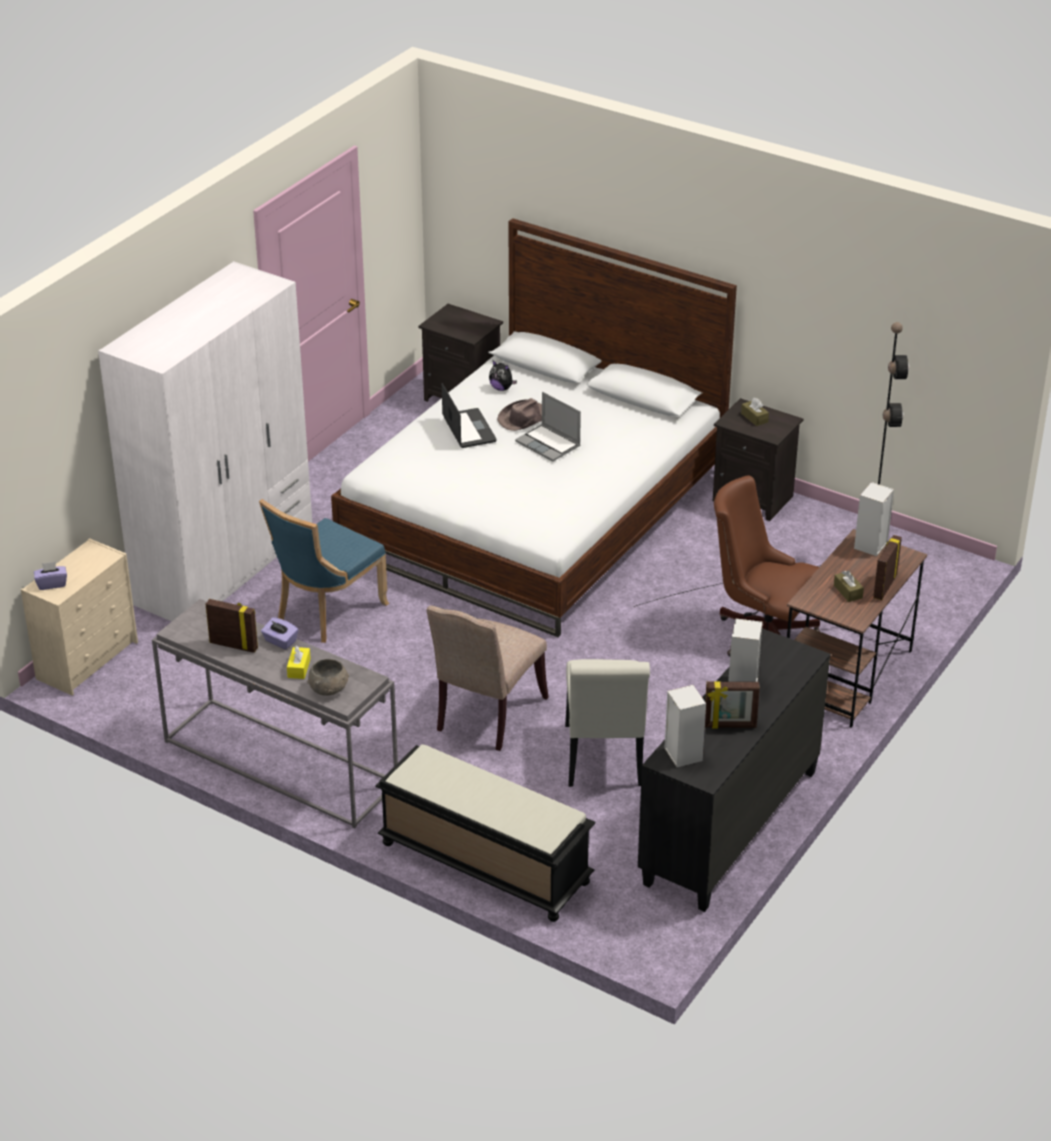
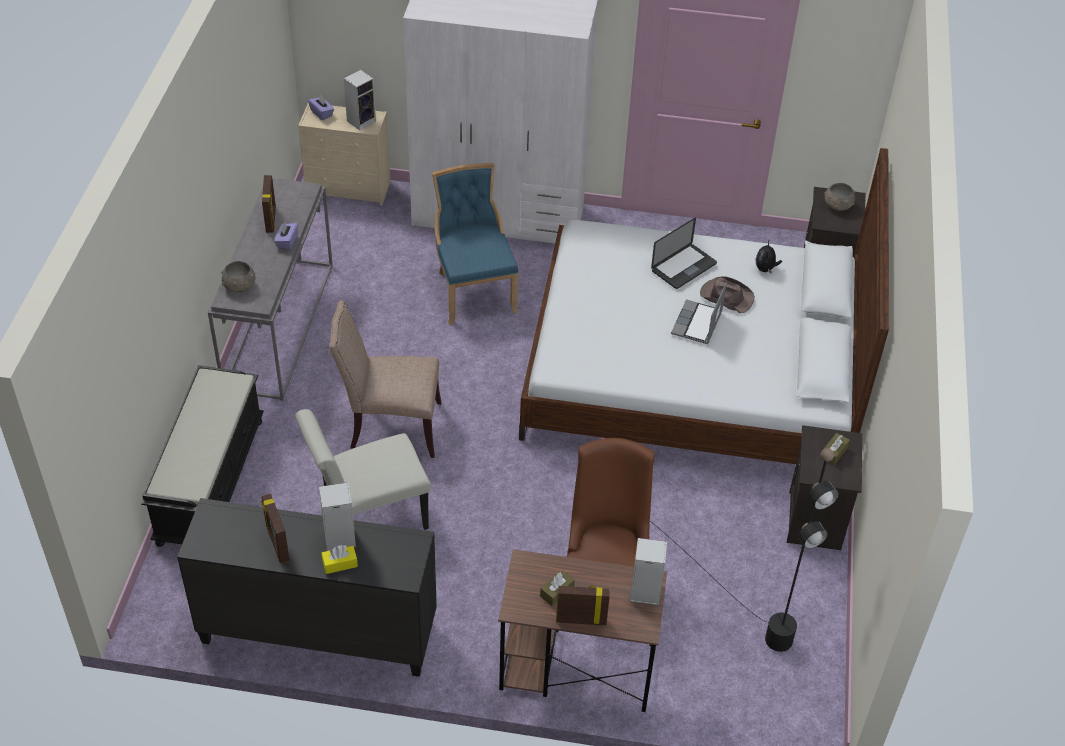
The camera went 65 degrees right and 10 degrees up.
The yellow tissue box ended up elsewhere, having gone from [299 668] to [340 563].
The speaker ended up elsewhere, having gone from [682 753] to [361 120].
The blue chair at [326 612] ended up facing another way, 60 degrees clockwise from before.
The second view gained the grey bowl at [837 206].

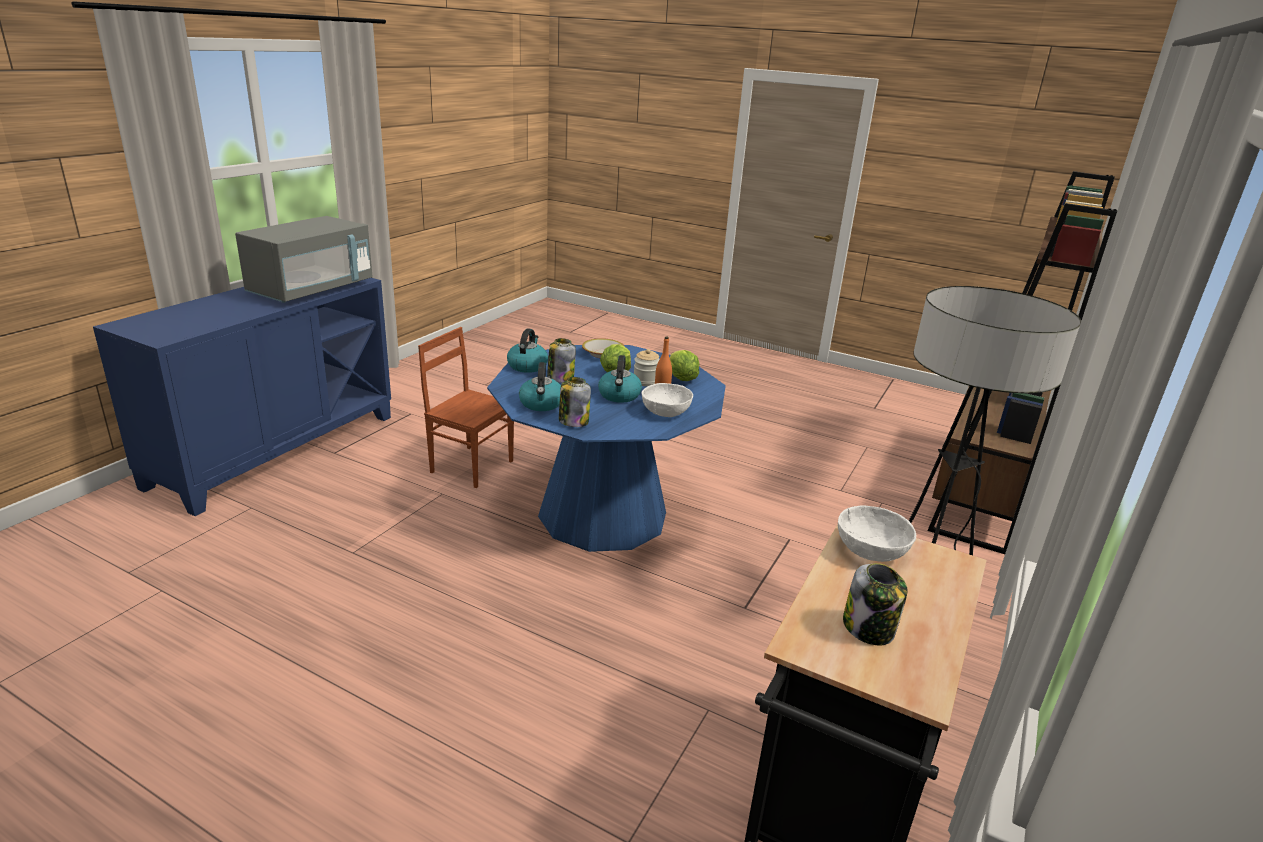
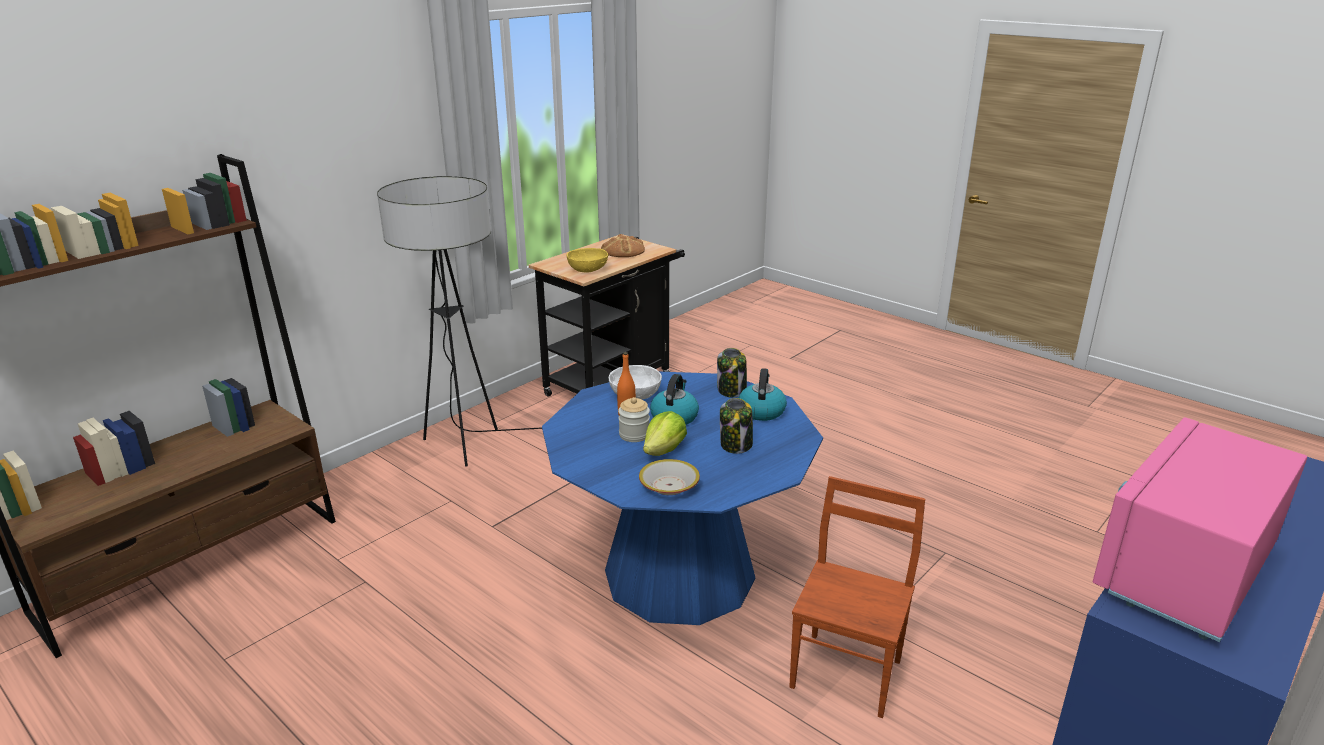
The camera went 165 degrees left and 0 degrees up.
What was the white bowl at [870 550] turned into the yellow bowl at [588 270].
Where the jar stood at [869 628], the bread came to stand at [623 251].
The brown chair at [471 466] ended up facing another way, 105 degrees counterclockwise from before.
What was the grey microwave at [312 289] turned into the pink microwave at [1182 571].
The second view lost the kettle at [527 366].
The second view lost the lettuce at [681 378].

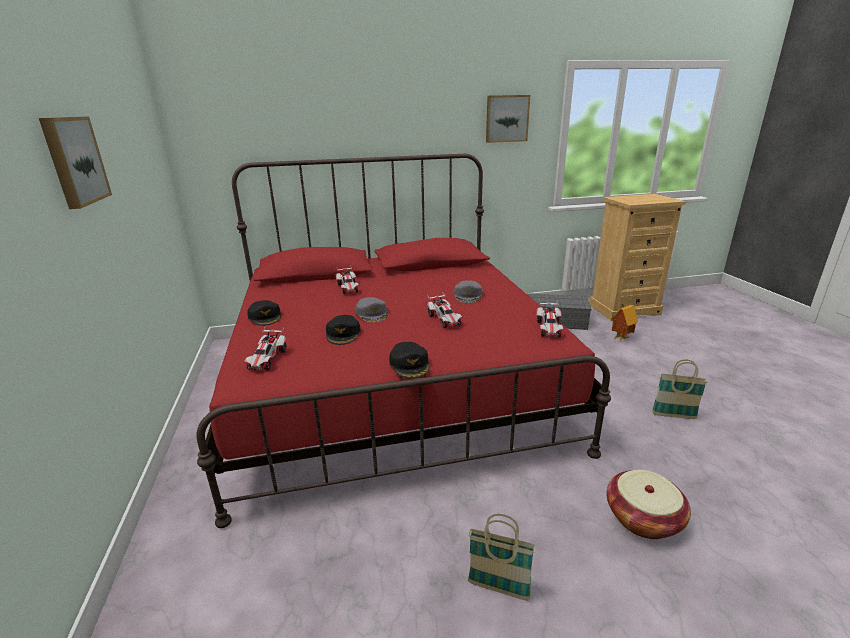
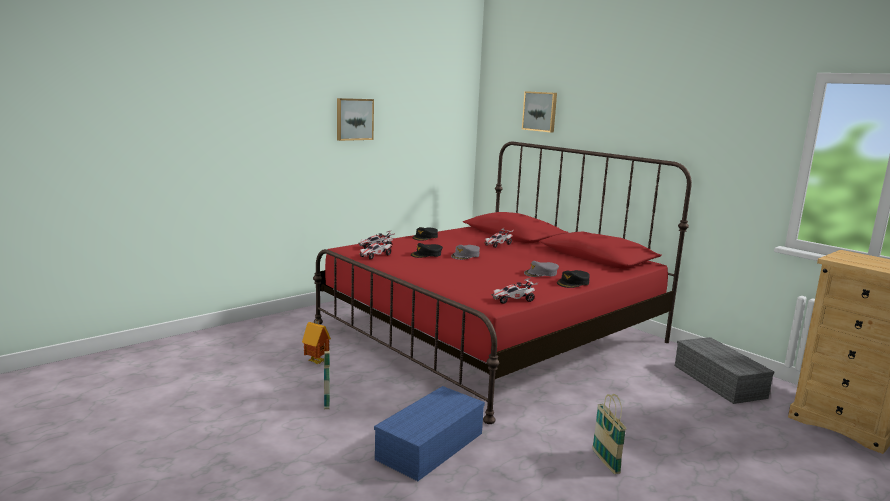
The camera went 60 degrees right and 10 degrees down.
The toy house ended up elsewhere, having gone from [620 337] to [317 361].
The toy car ended up elsewhere, having gone from [444 320] to [375 256].
Where the basket stood at [643 518], the blue storage box came to stand at [430 447].
The picture ended up elsewhere, having gone from [506 118] to [540 111].
The black cap ended up elsewhere, having gone from [410 364] to [573 283].

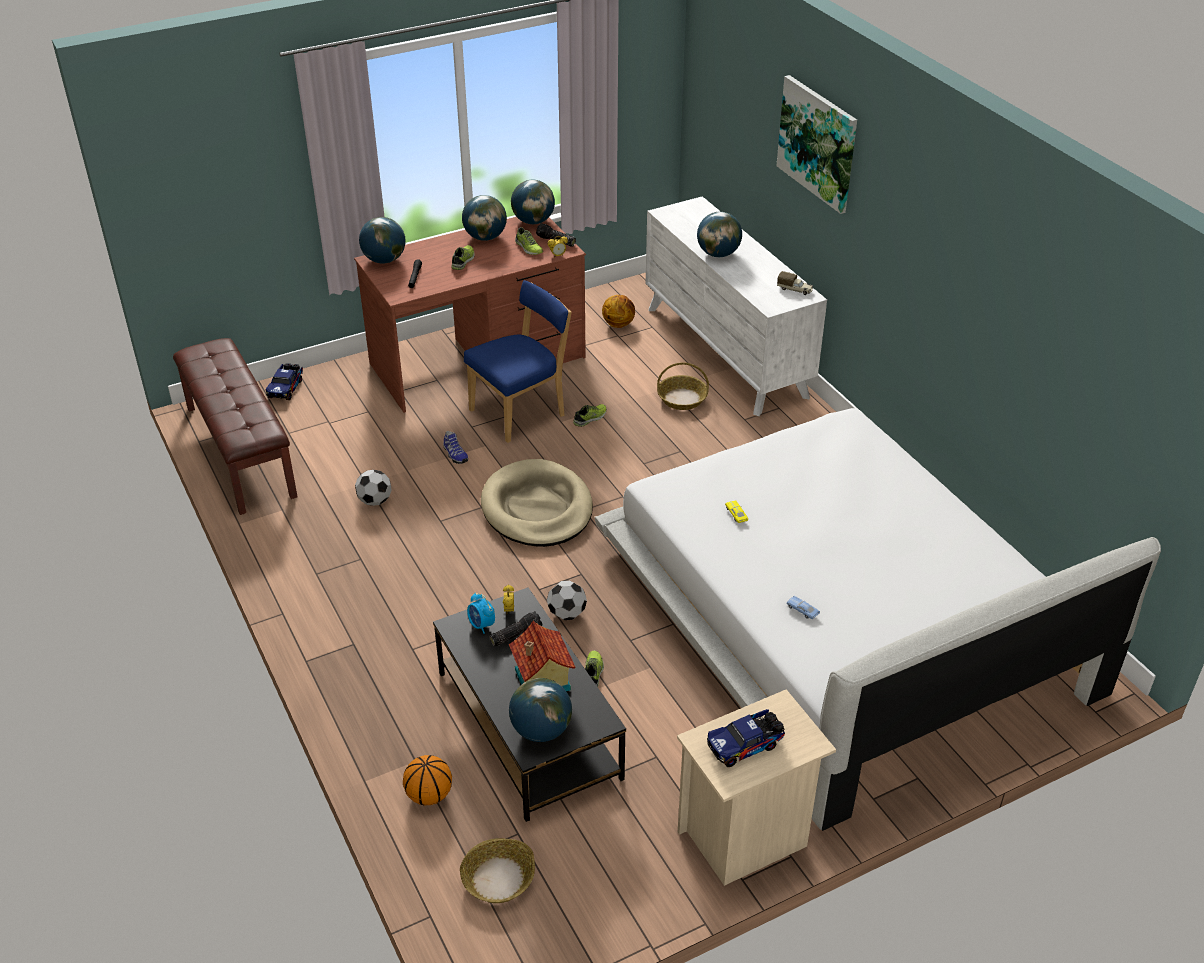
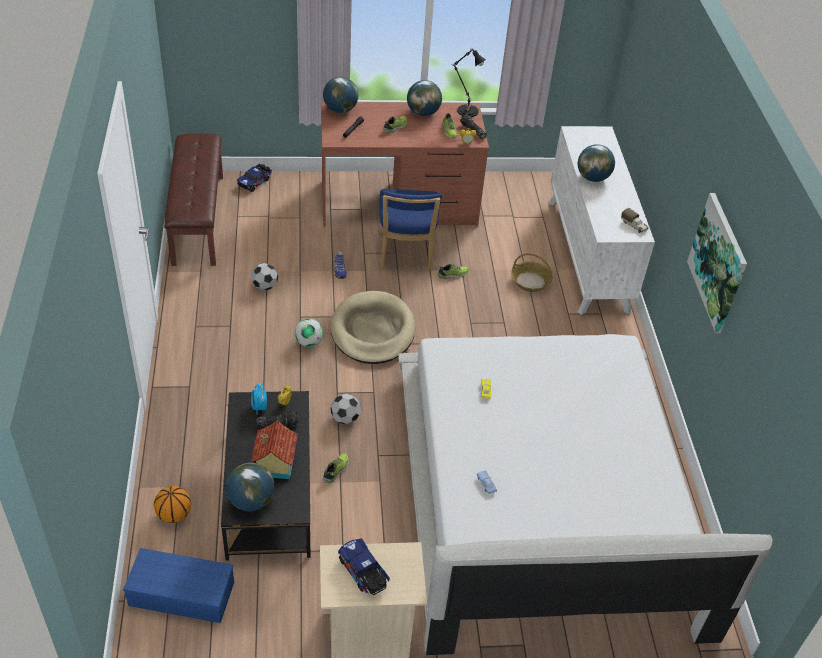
The camera went 20 degrees right and 5 degrees up.
Where the basket stood at [498 878], the blue storage box came to stand at [183 593].
The second view gained the football at [309 342].
The toy truck at [746 745] ended up facing another way, 60 degrees clockwise from before.
The blue chair at [521 412] ended up facing another way, 105 degrees clockwise from before.
Where the globe stood at [533 221], the black table lamp came to stand at [466 110].
The picture ended up elsewhere, having gone from [818 143] to [718 262].
The second view lost the basketball at [618 324].

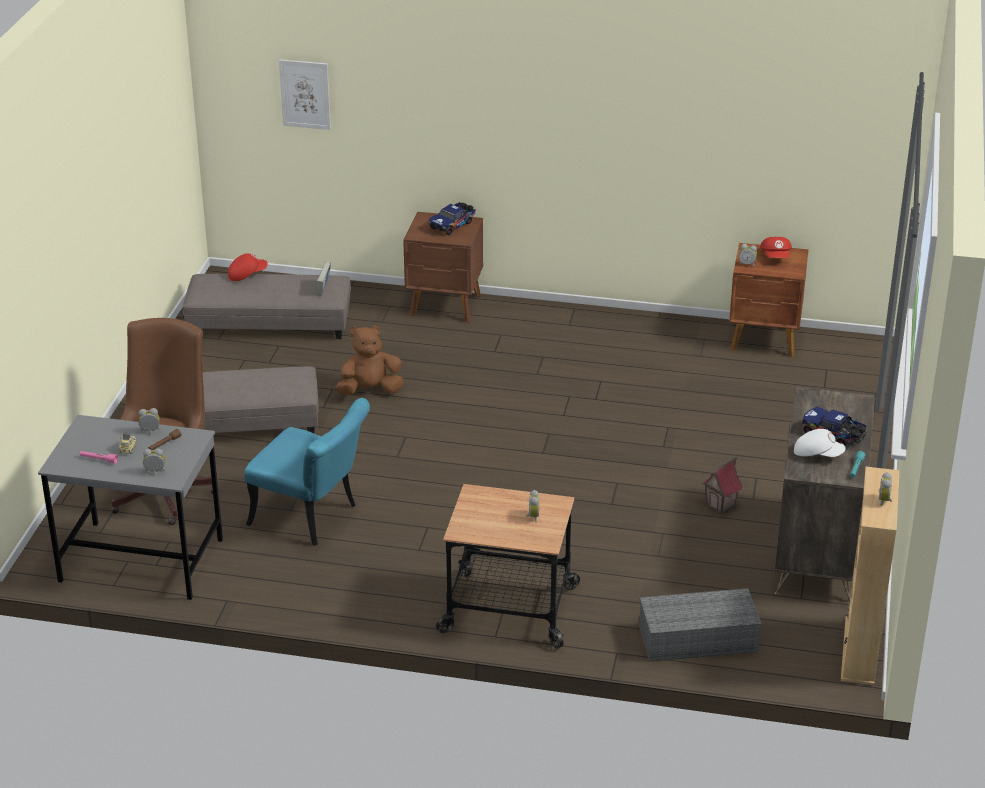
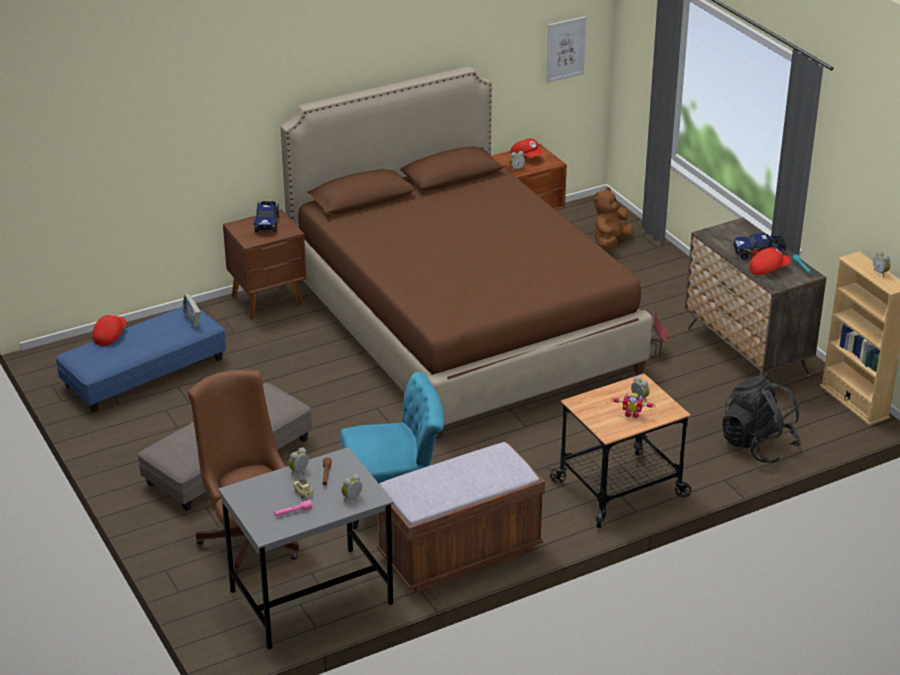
The camera went 40 degrees left and 0 degrees up.
What was the grey ottoman at [269 323] turned into the blue ottoman at [144 373].
The second view gained the brown bed at [461 324].
The second view gained the brown bench at [460 553].
The picture ended up elsewhere, having gone from [305 94] to [565 49].
The brown plush toy ended up elsewhere, having gone from [370 391] to [611 242].
The second view gained the toy robot at [632 413].
Where the grey storage box stood at [696 640], the black backpack came to stand at [757 445].
What was the white cap at [818 454] turned into the red cap at [768 269].

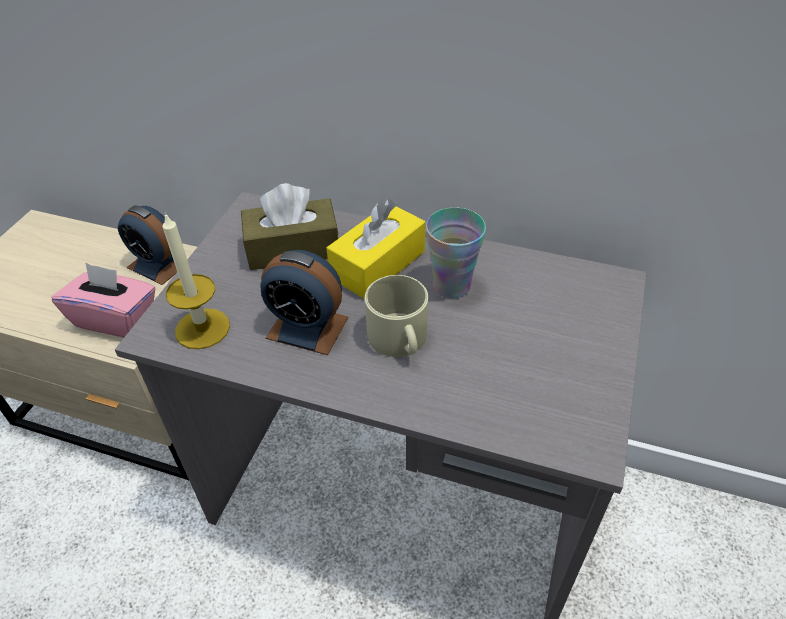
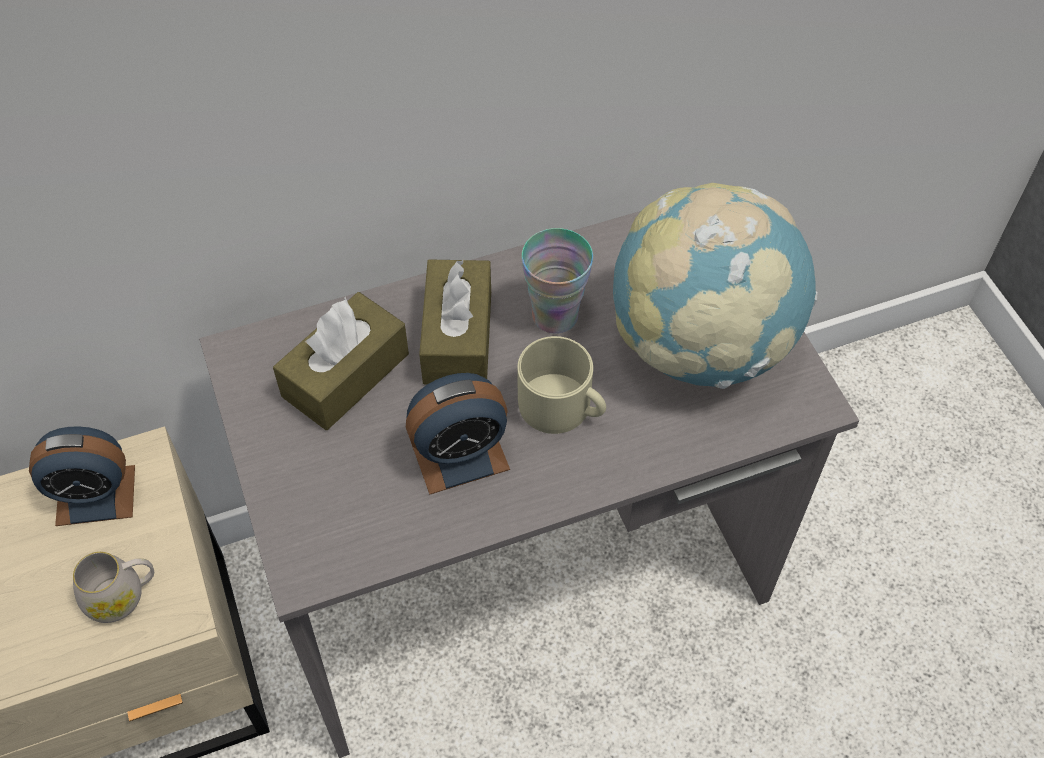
The camera went 40 degrees left and 10 degrees up.
Where the pink tissue box stood at [116 319], the white mug came to stand at [122 596].
What was the yellow tissue box at [378 264] turned into the brown tissue box at [458 337].
The second view gained the globe at [700 344].
The second view lost the candle at [202 328].

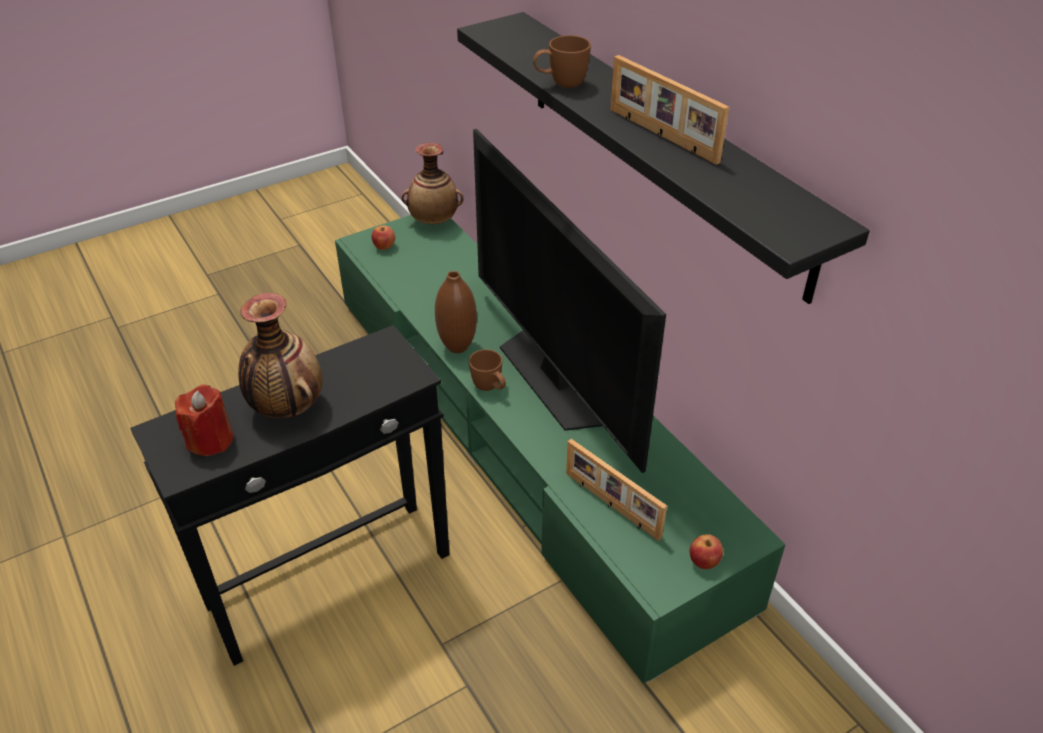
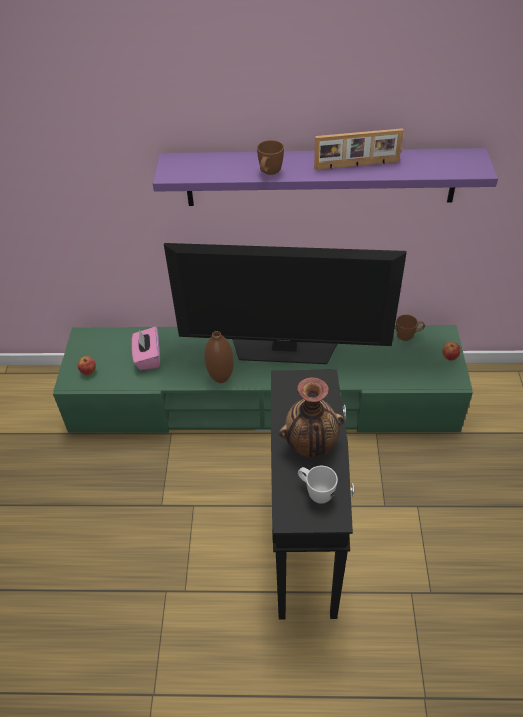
The camera went 55 degrees left and 5 degrees up.
The second view gained the pink tissue box at [148 357].
What was the black shelf at [661 147] turned into the purple shelf at [320 177].
Where the red candle stood at [210 440], the white mug came to stand at [315 492].
The brown mug ended up elsewhere, having gone from [490 388] to [408 336].
The second view lost the vase at [434 221].
The second view lost the picture frame at [611 506].

